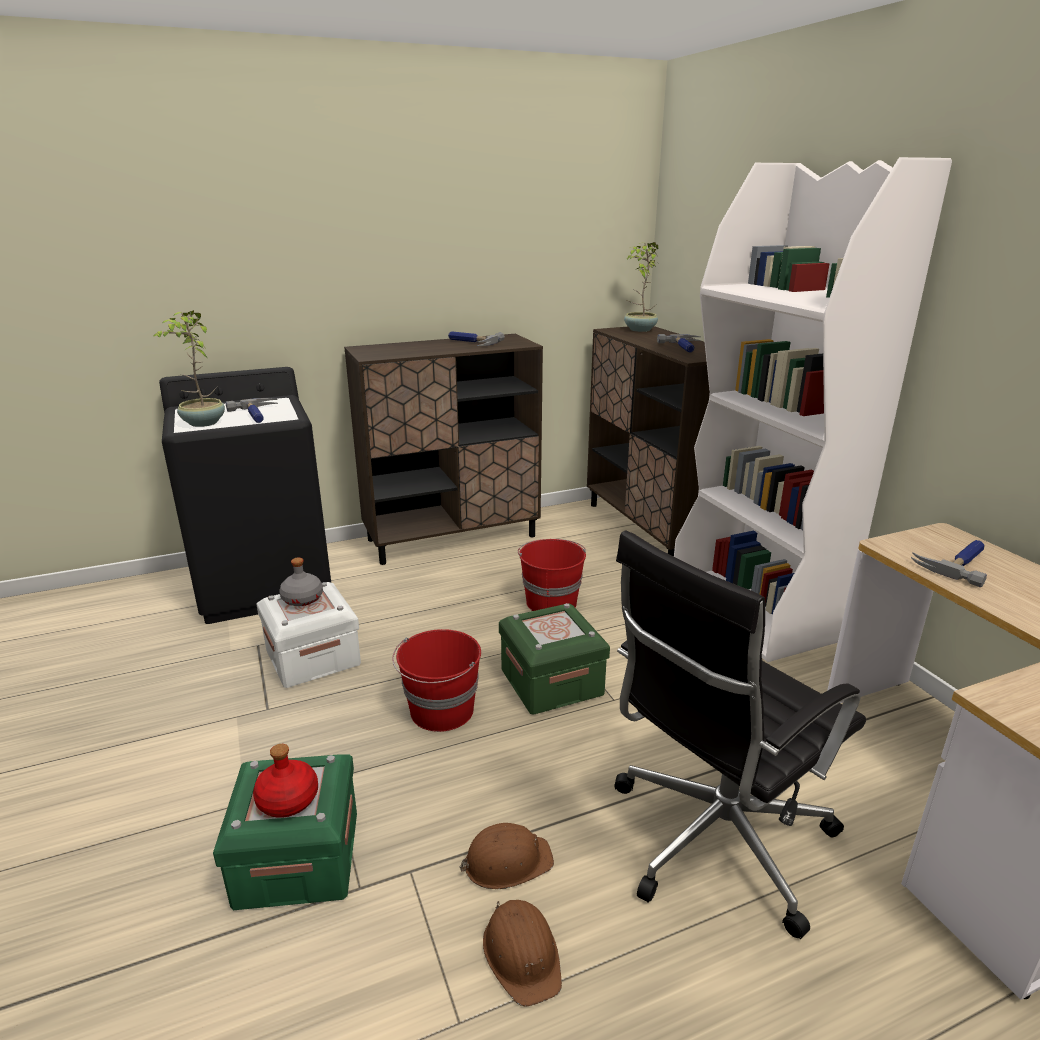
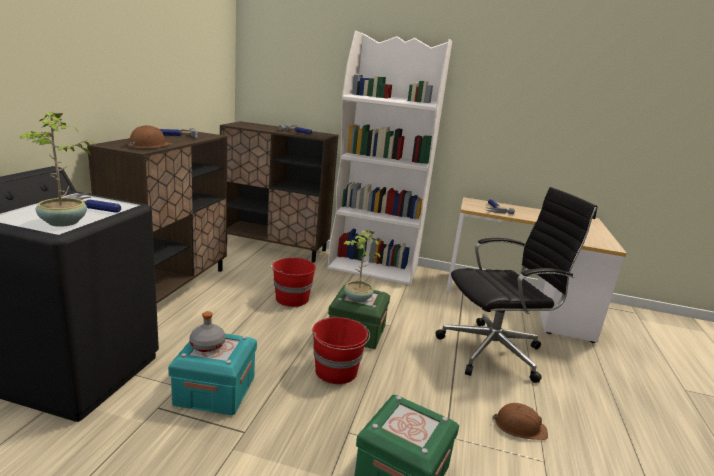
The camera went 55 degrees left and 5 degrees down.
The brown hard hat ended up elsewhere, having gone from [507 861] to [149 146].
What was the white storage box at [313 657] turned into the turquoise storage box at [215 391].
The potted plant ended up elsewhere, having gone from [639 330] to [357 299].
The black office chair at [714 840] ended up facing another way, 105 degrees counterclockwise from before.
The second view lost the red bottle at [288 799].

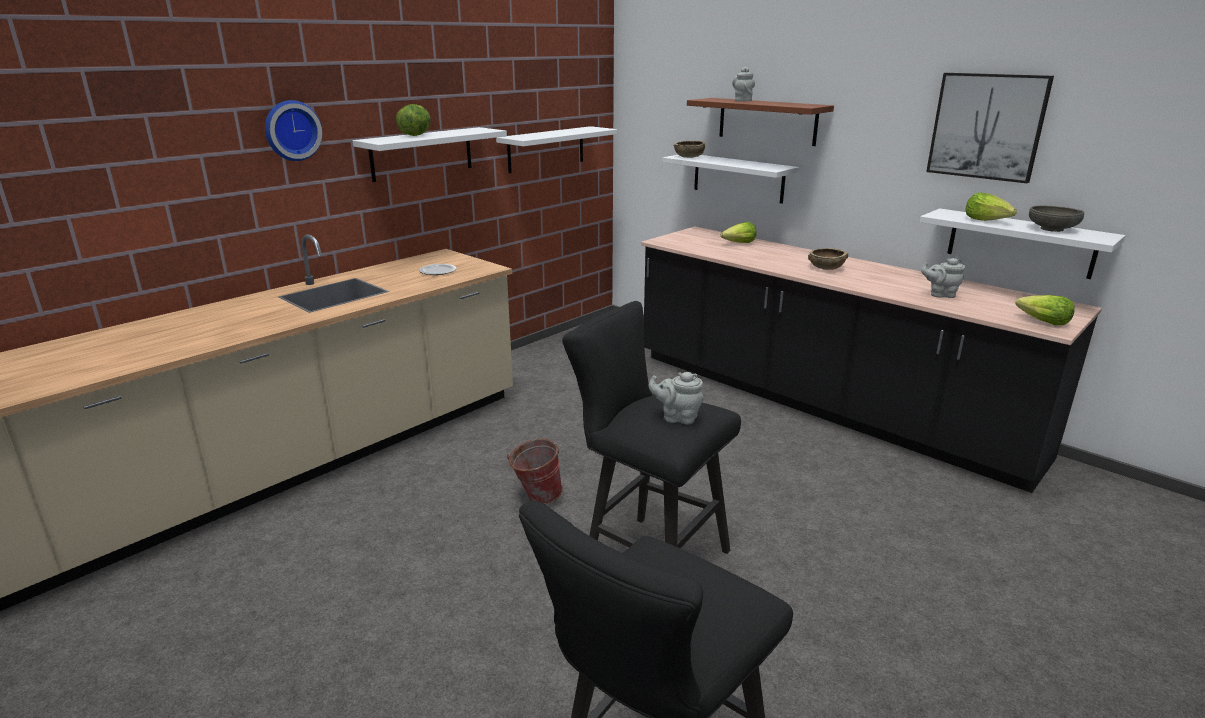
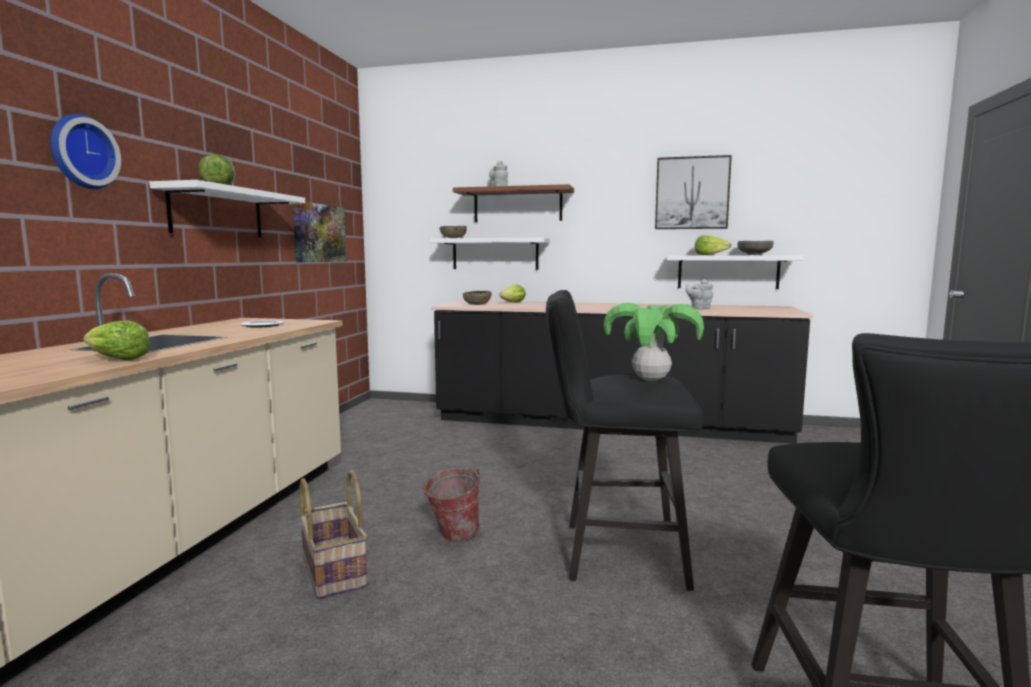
The camera went 30 degrees left and 15 degrees down.
The lettuce ended up elsewhere, having gone from [1043 322] to [116 359].
Where the white shelf hung at [546 149], the picture came to hang at [319 233].
The second view gained the basket at [332 572].
The brown bowl ended up elsewhere, having gone from [826 268] to [477 304].
Where the grey teapot stood at [677 417], the potted plant came to stand at [651 379].

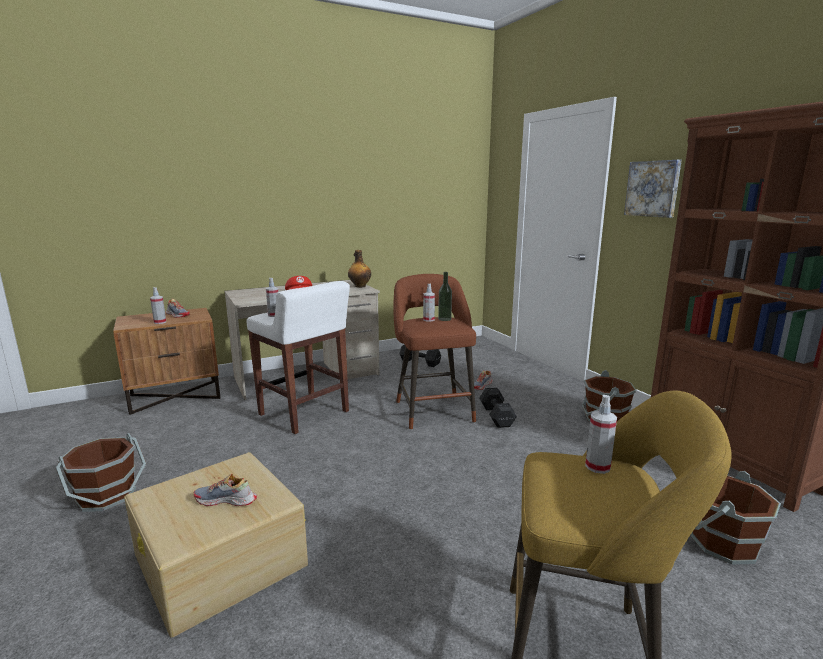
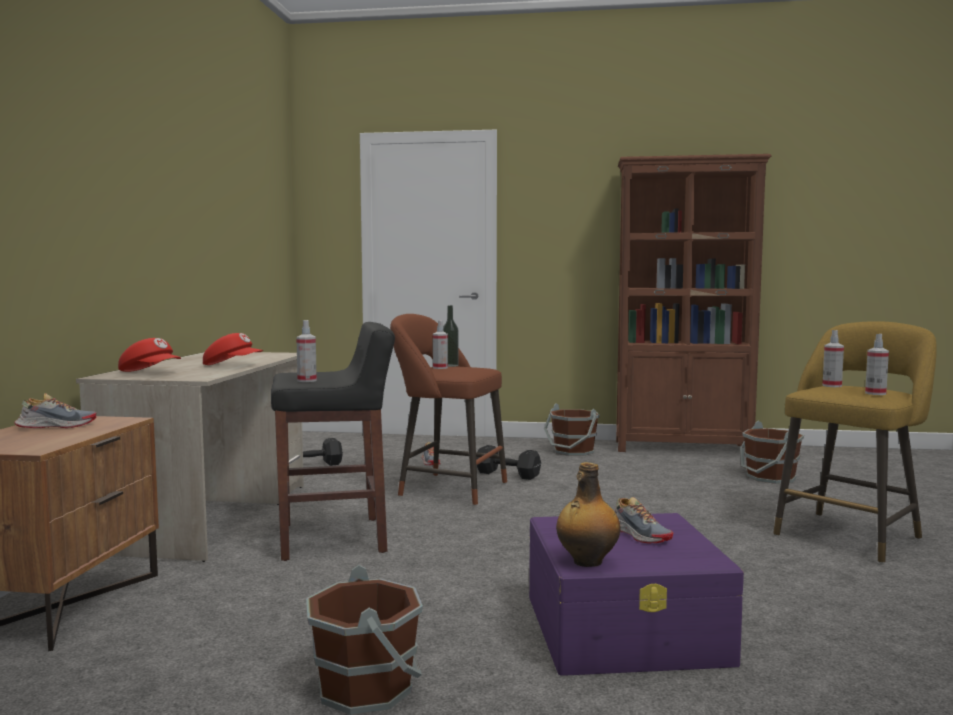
The camera went 55 degrees left and 10 degrees down.
The second view gained the red cap at [151 372].
What was the white stool at [304 413] turned into the black stool at [335 538].
What was the beige storage box at [220 560] turned into the purple storage box at [626 628].
The bottle ended up elsewhere, having gone from [360 286] to [586 562].
The shoe at [226 500] ended up facing another way, 75 degrees counterclockwise from before.
The spray bottle ended up elsewhere, having gone from [160 322] to [875 393].
The second view lost the picture at [653 188].

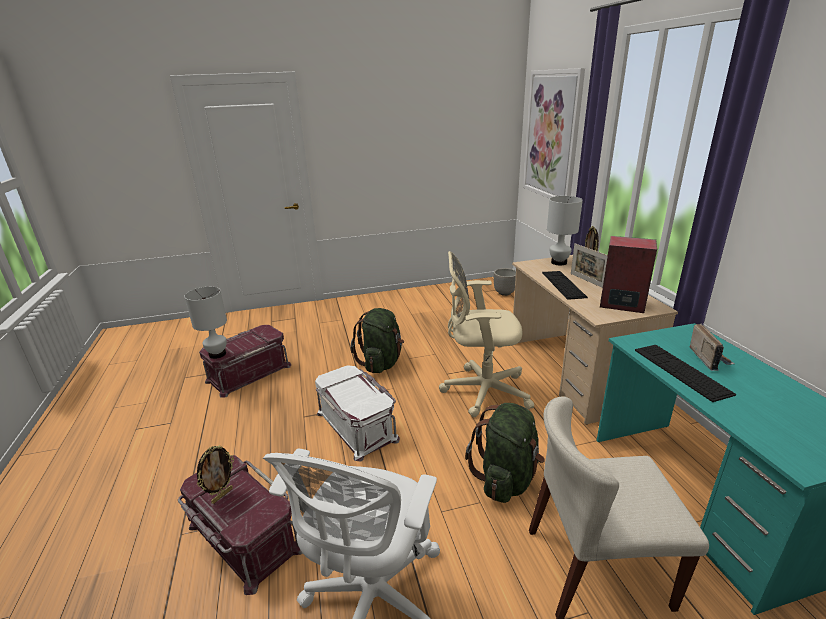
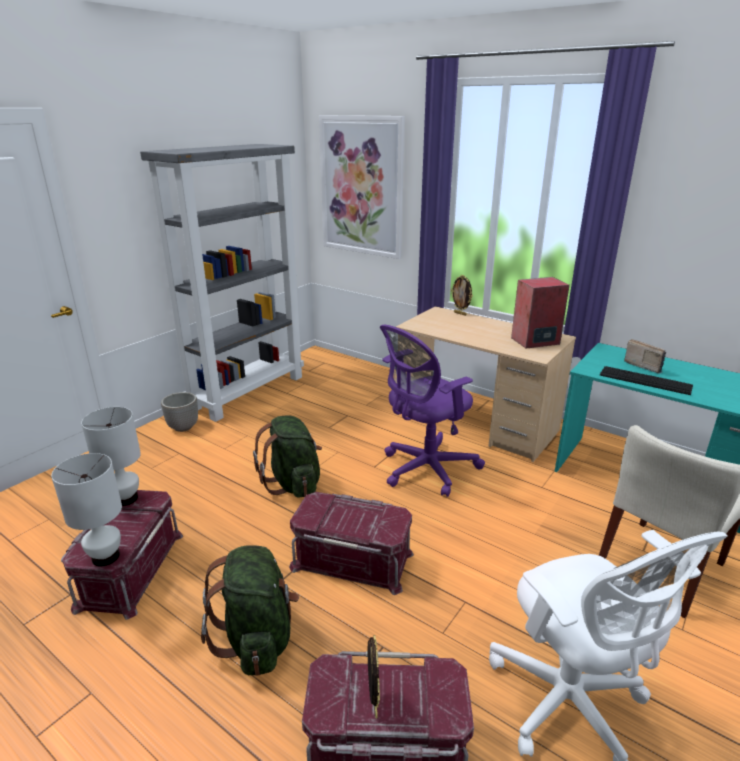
The camera went 40 degrees left and 0 degrees up.
The white table lamp ended up elsewhere, having gone from [558 262] to [125 498].
The second view gained the grey bookcase at [248 392].
The planter ended up elsewhere, having gone from [504 293] to [183 427].
The green backpack ended up elsewhere, having gone from [506 478] to [257 638].
What was the white storage box at [357 425] turned into the red storage box at [352 559].
What was the beige office chair at [482 391] turned into the purple office chair at [425 469].
The second view lost the keyboard at [563 284].
The second view lost the picture frame at [587 281].

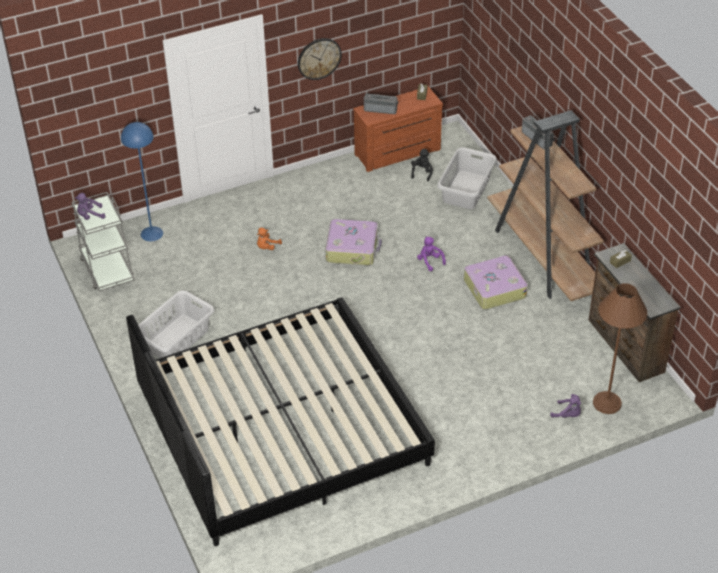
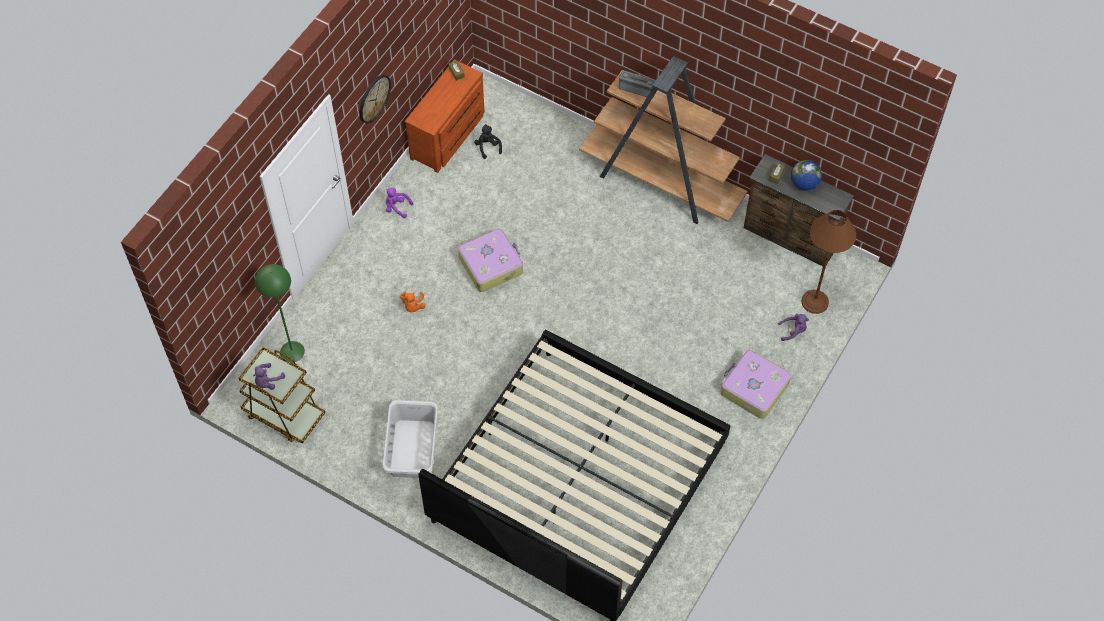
The camera went 35 degrees left and 15 degrees up.
What was the grey cart at [107 269] turned into the brown cart at [284 414].
What was the blue floor lamp at [151 233] turned into the green floor lamp at [292 351].
The purple plush toy ended up elsewhere, having gone from [430 261] to [397 208].
The suitcase ended up elsewhere, having gone from [494 288] to [753 388].
The second view gained the globe at [804 184].
The second view lost the radio at [381 109].
The second view lost the grey laundry basket at [466 190].

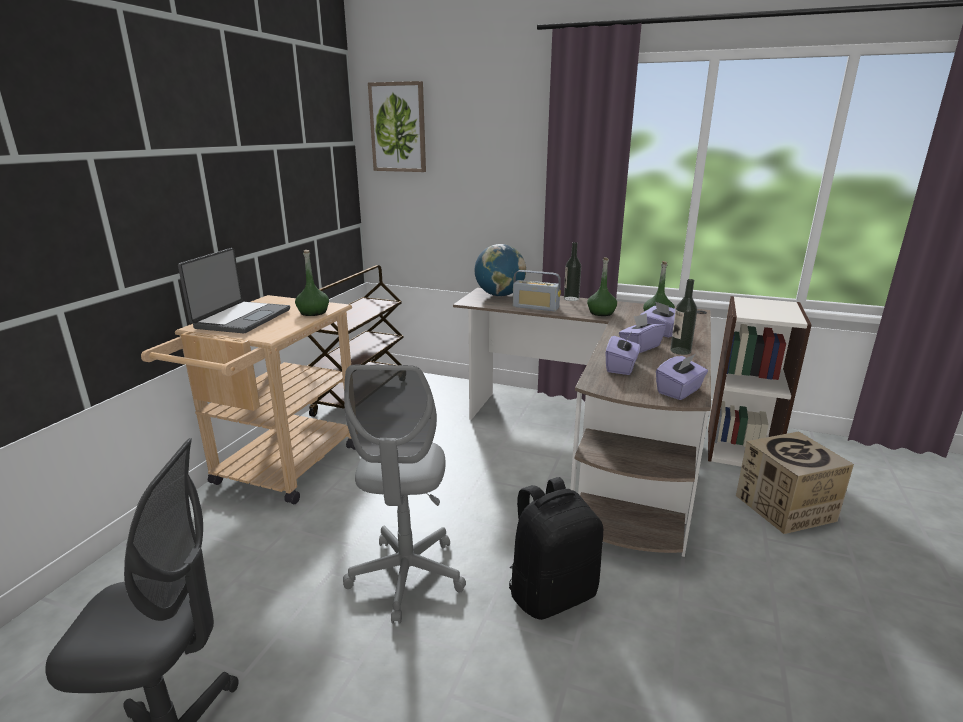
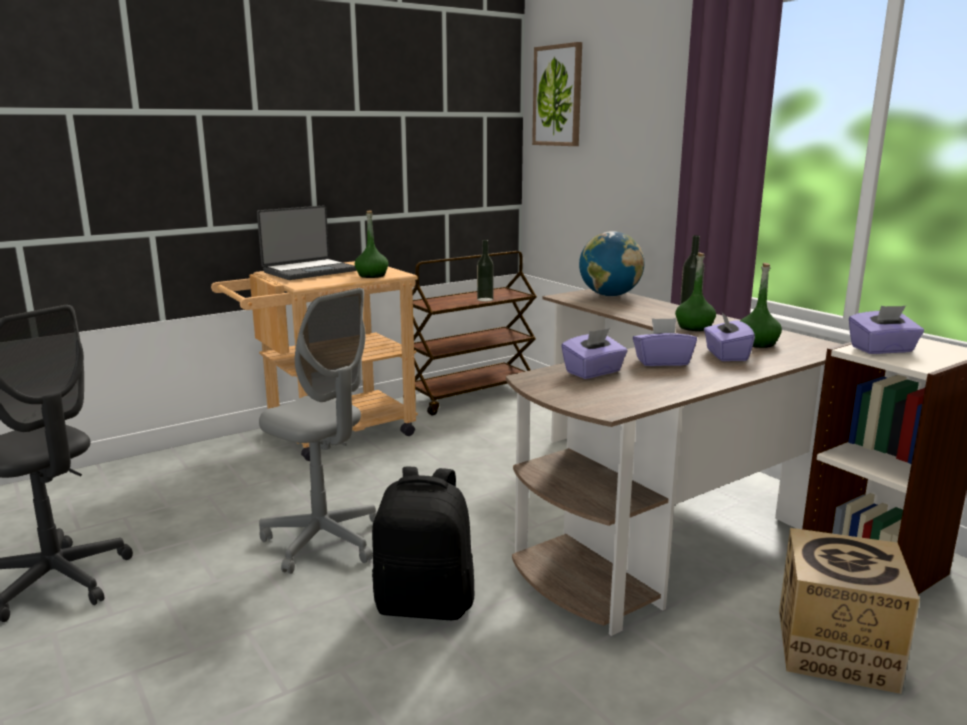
The camera went 35 degrees right and 5 degrees down.
The grey office chair at [407 576] ended up facing another way, 90 degrees counterclockwise from before.
The bottle ended up elsewhere, having gone from [680 351] to [485 299].
The purple tissue box ended up elsewhere, having gone from [679 391] to [882 350].
The second view lost the radio at [535 307].

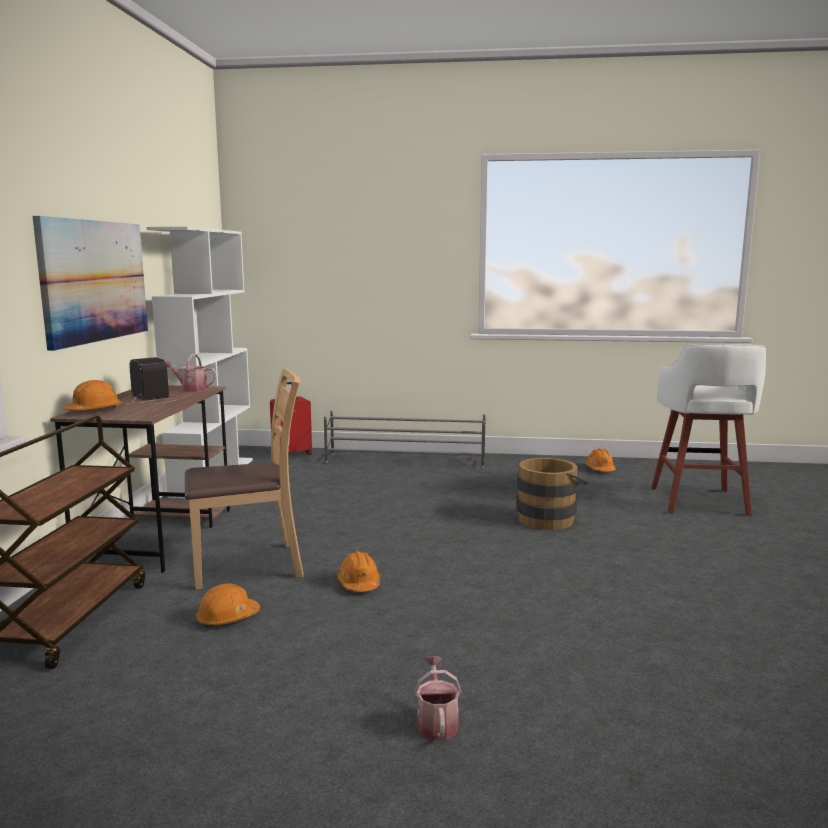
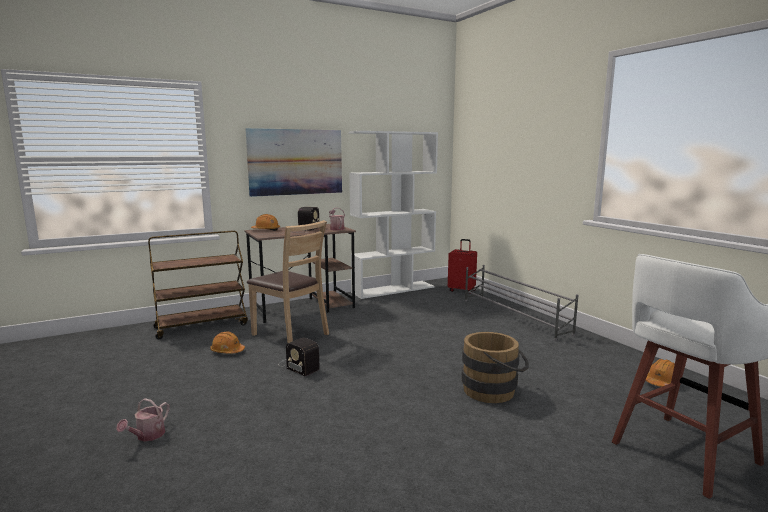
The camera went 55 degrees right and 0 degrees up.
The watering can at [436 722] ended up facing another way, 150 degrees clockwise from before.
Where the orange hard hat stood at [359 583], the radio came to stand at [298 365].

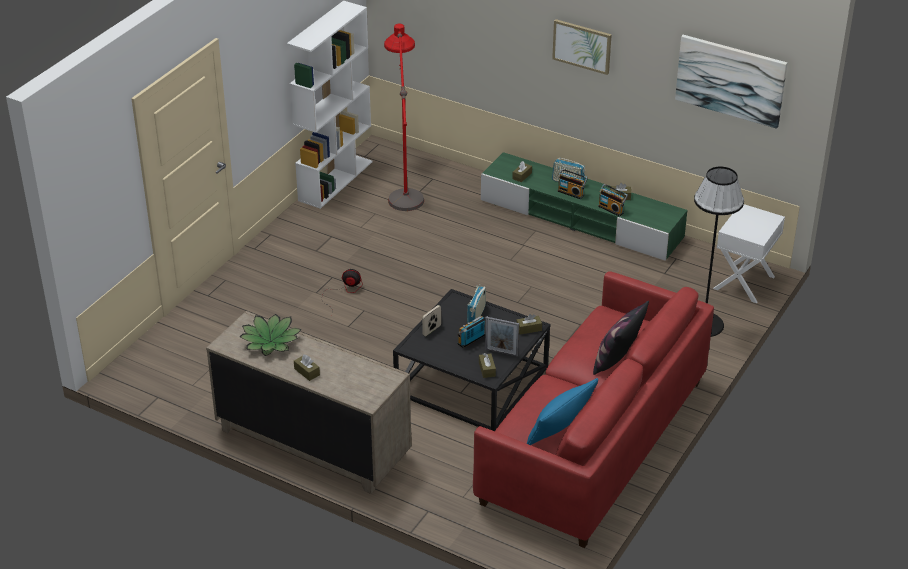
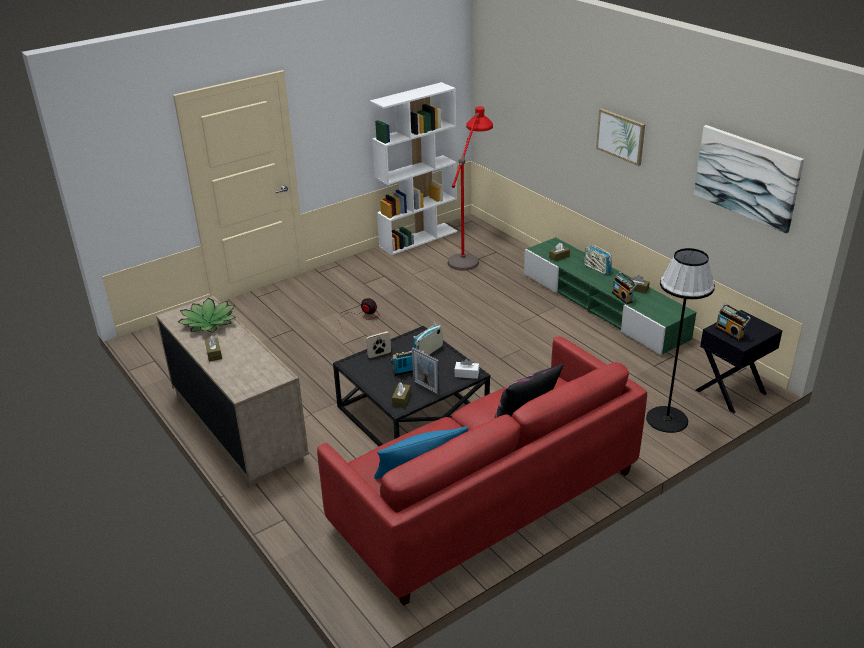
The camera went 25 degrees right and 5 degrees down.
What was the brown tissue box at [529 329] turned into the white tissue box at [466 374].
What was the white nightstand at [744 283] turned into the black nightstand at [731 392].
The radio ended up elsewhere, having gone from [571 193] to [730 332].

